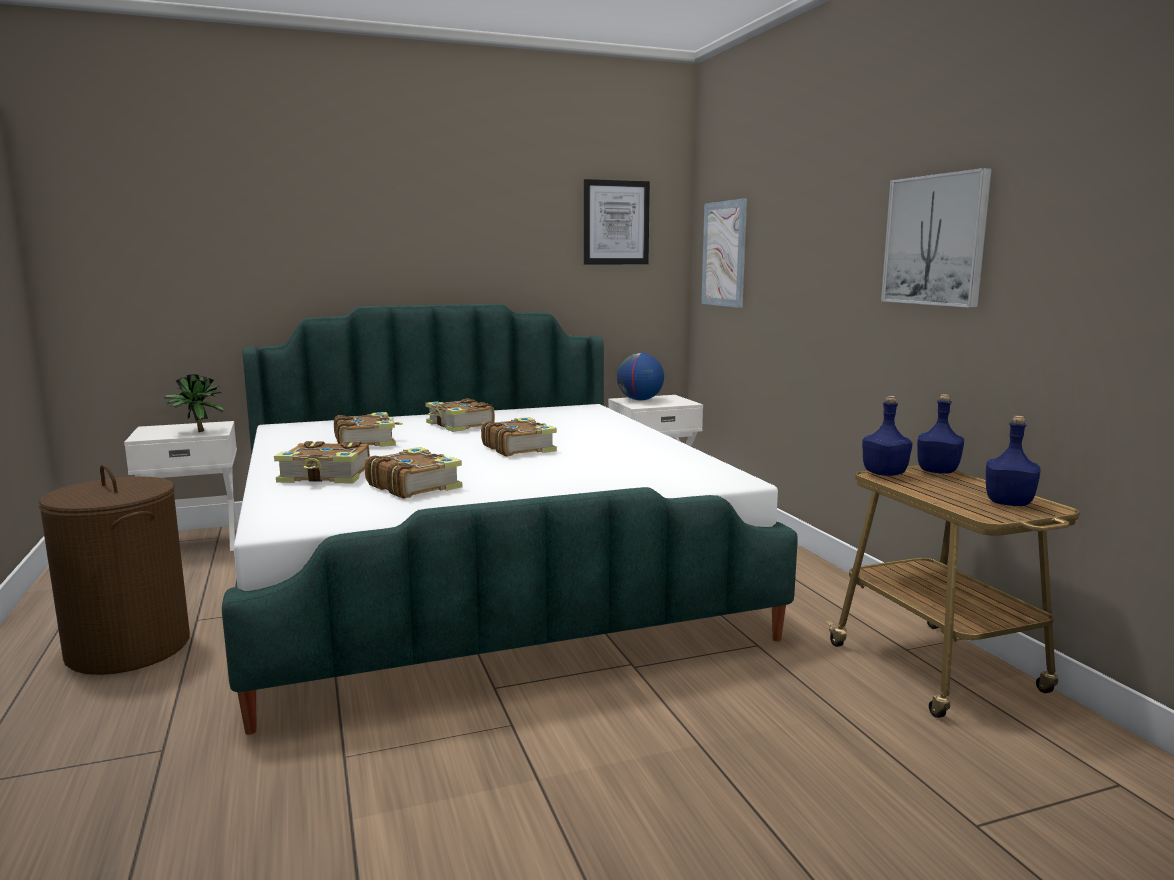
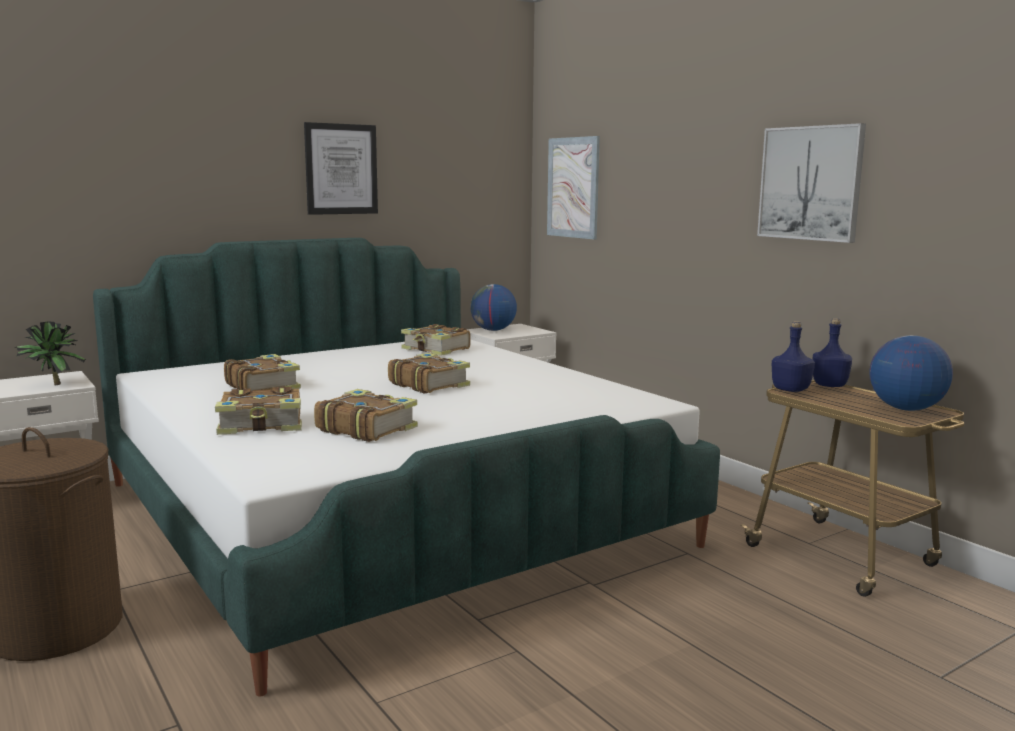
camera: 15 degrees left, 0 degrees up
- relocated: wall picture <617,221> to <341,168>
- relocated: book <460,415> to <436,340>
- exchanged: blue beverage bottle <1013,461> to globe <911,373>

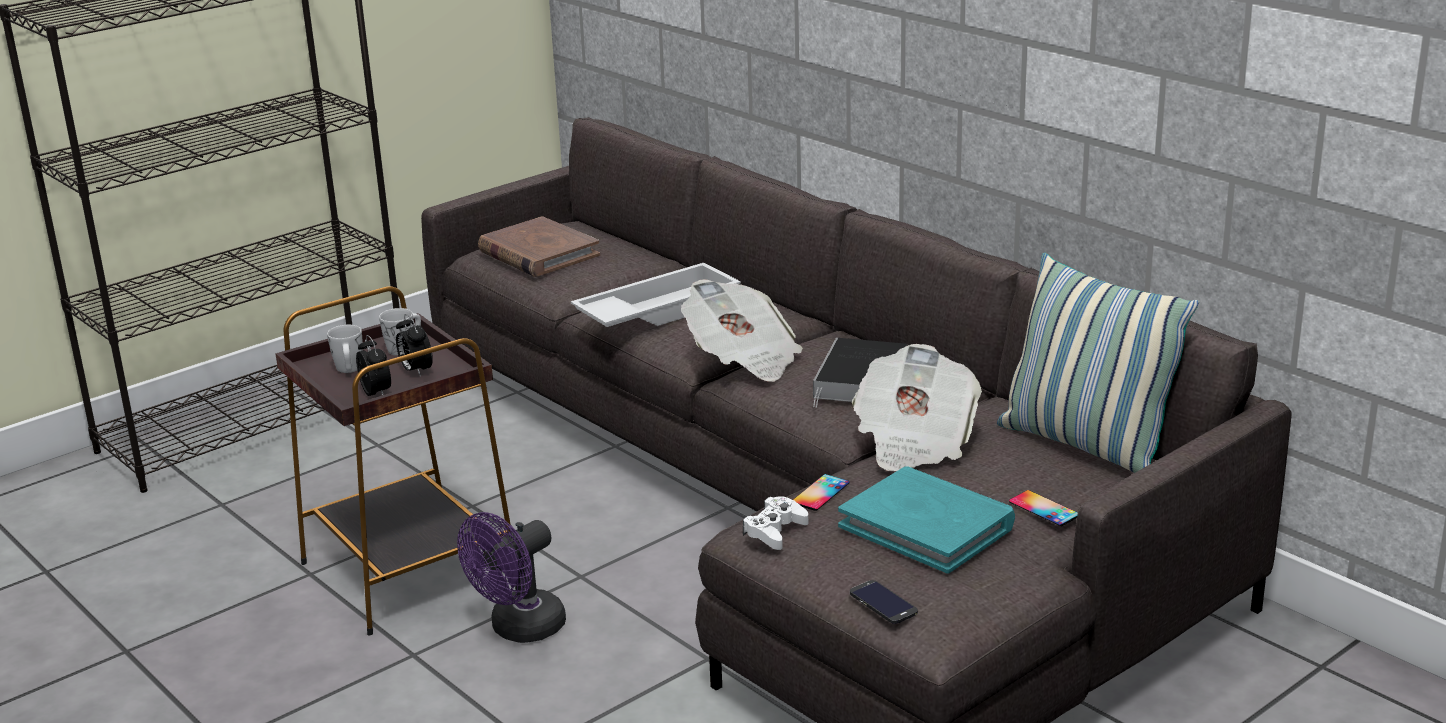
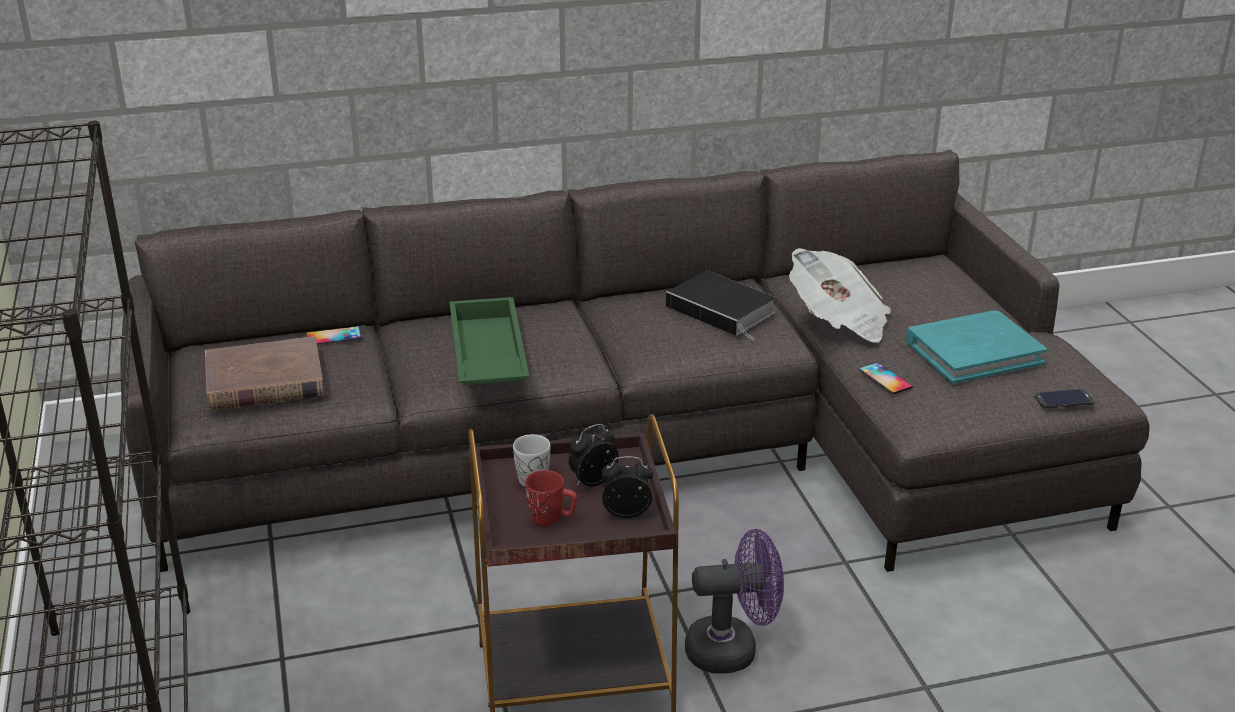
camera: 65 degrees left, 5 degrees up
- relocated: handset <1043,508> to <333,335>
- colour: whitish tray <656,295> to green-coloured tray <489,341>
- colour: whitish mug <345,349> to red-coloured mug <551,498>
- spun: bedside clock <414,345> = <594,455> 150 degrees clockwise
- spun: purple-coloured cooling fan <511,577> = <734,601> 75 degrees counterclockwise
- missing: printed paper <742,330>
- missing: whitish joypad <775,523>
- missing: pillow <1098,363>

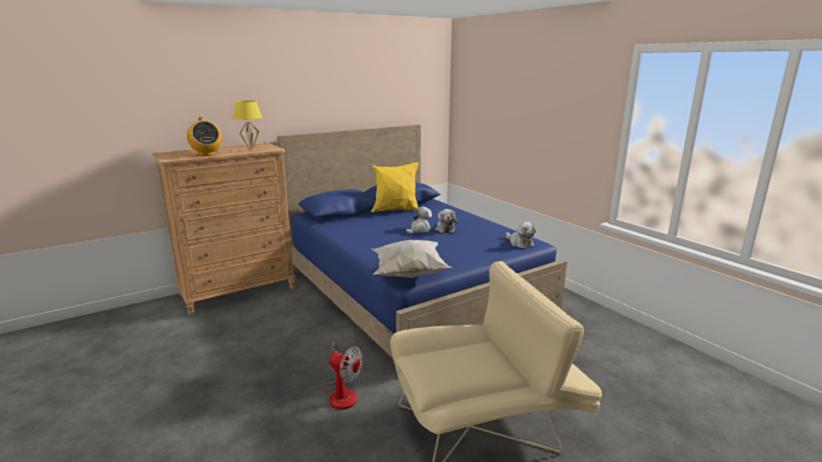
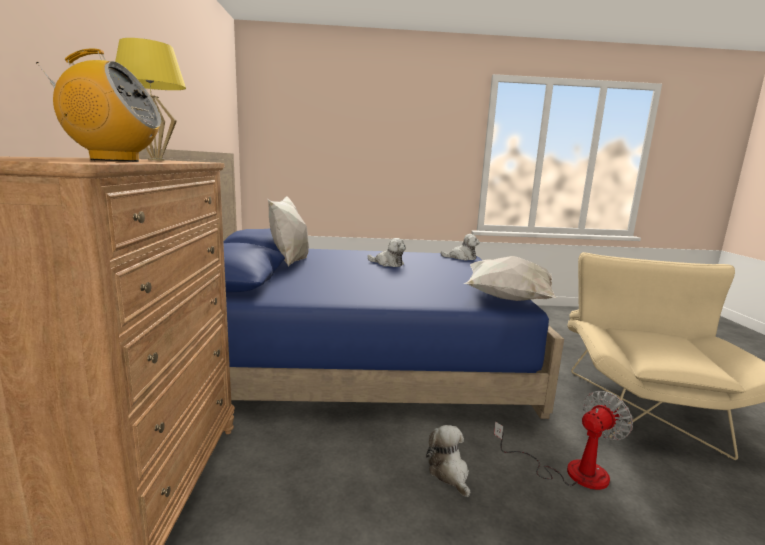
camera: 60 degrees left, 5 degrees down
- colour: yellow pillow <395,187> to whitish pillow <288,231>
- relocated: soft toy <419,220> to <448,461>

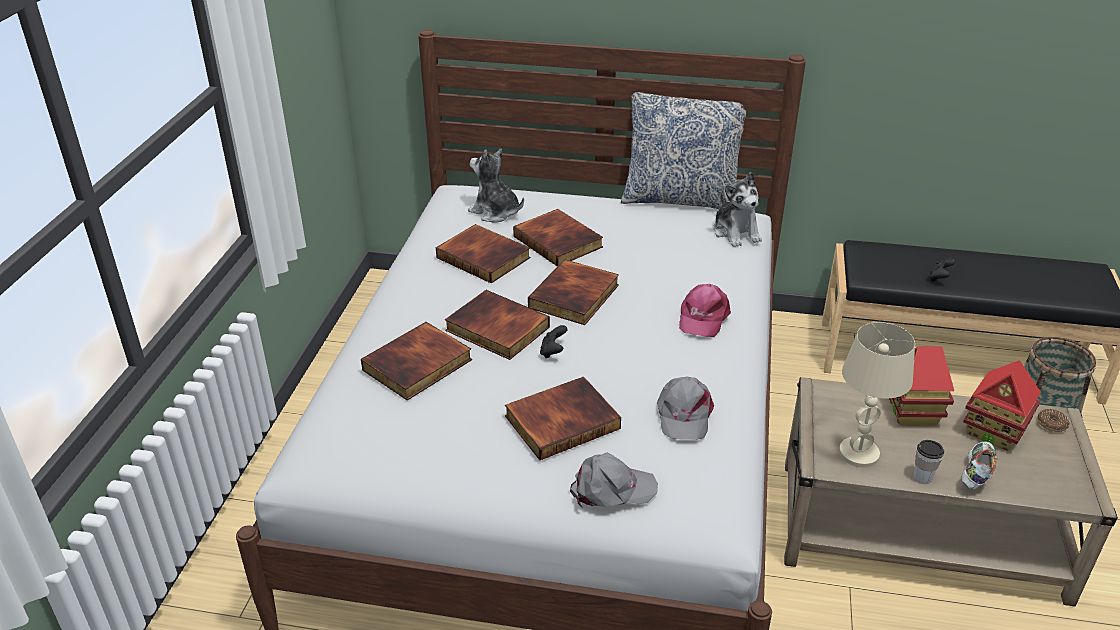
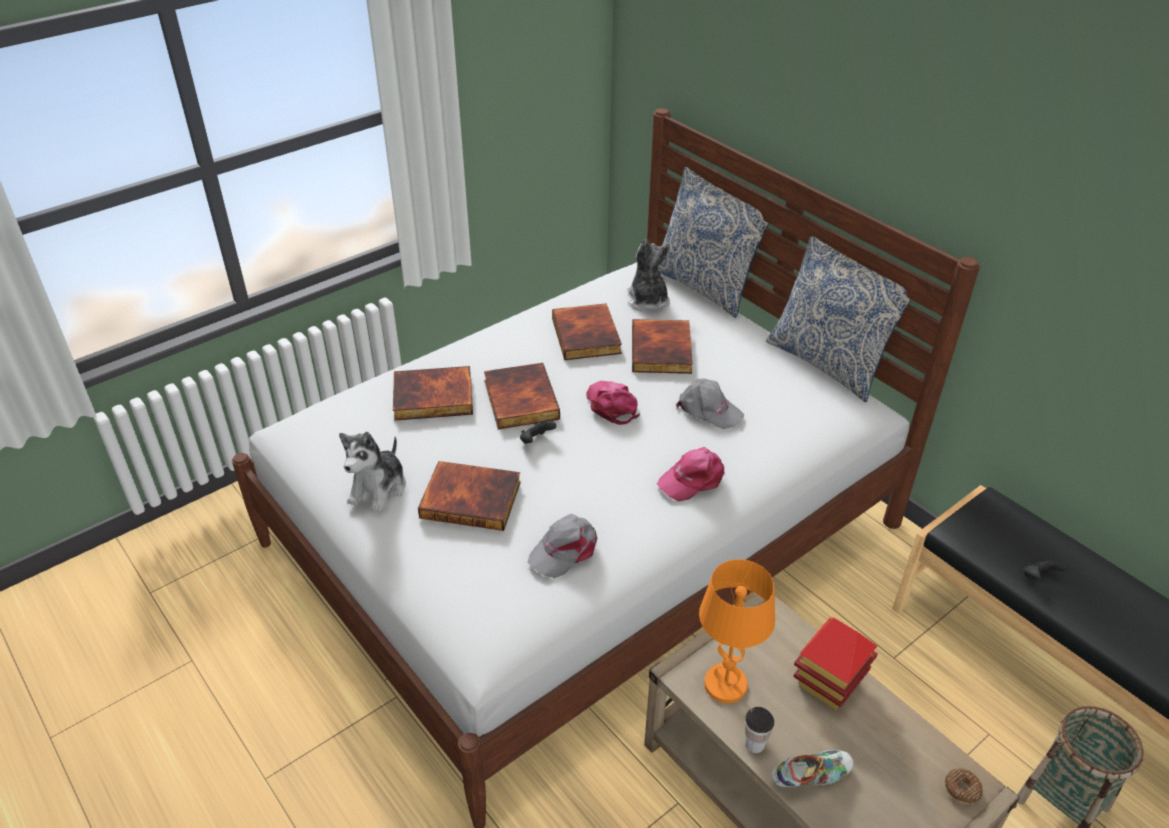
camera: 40 degrees right, 5 degrees up
- relocated: soft toy <737,209> to <372,472>
- exchanged: book <573,292> to pink-coloured cap <613,403>
- appeared: pillow <713,242>
- relocated: gray cap <614,480> to <710,403>
- colour: beige-coloured table lamp <877,395> to orange-coloured table lamp <737,631>
- missing: toy house <1002,405>

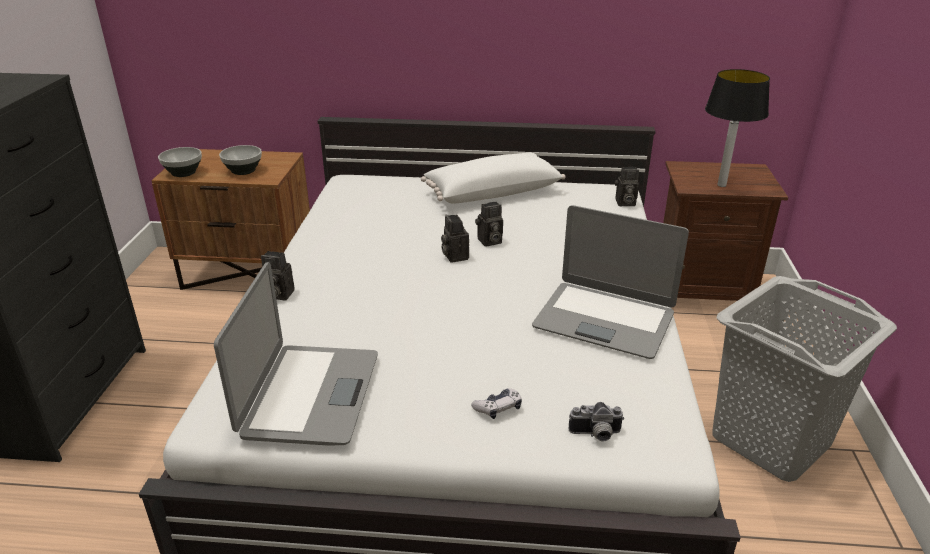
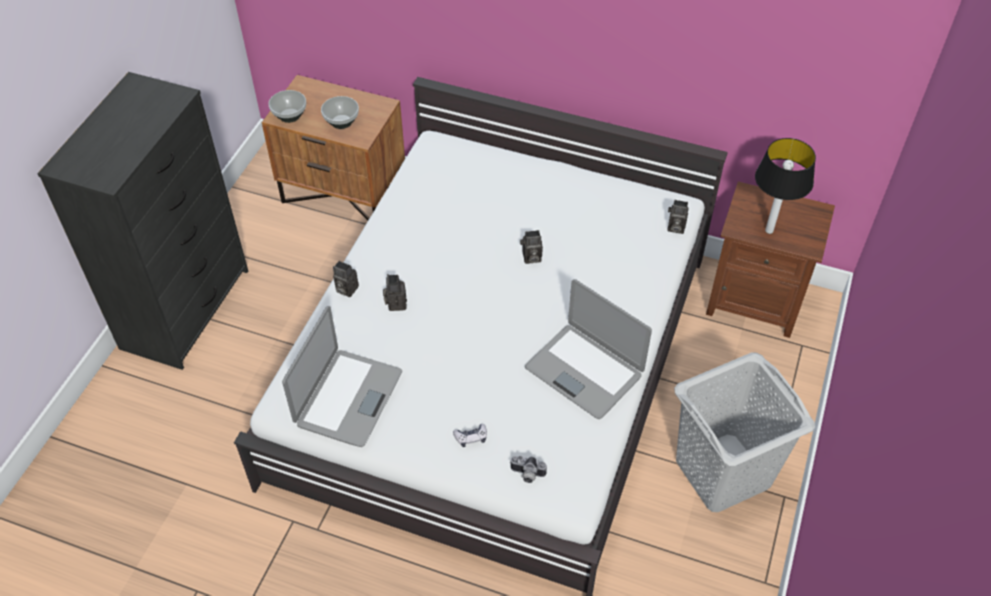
camera: 15 degrees right, 20 degrees up
- relocated: still camera <455,238> to <395,292>
- missing: whitish pillow <493,178>

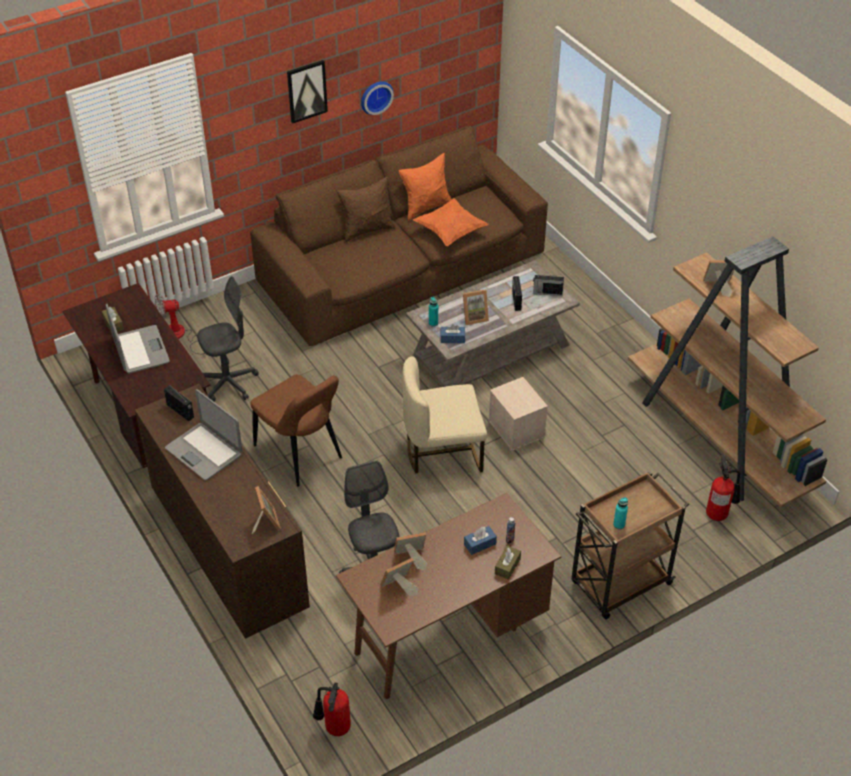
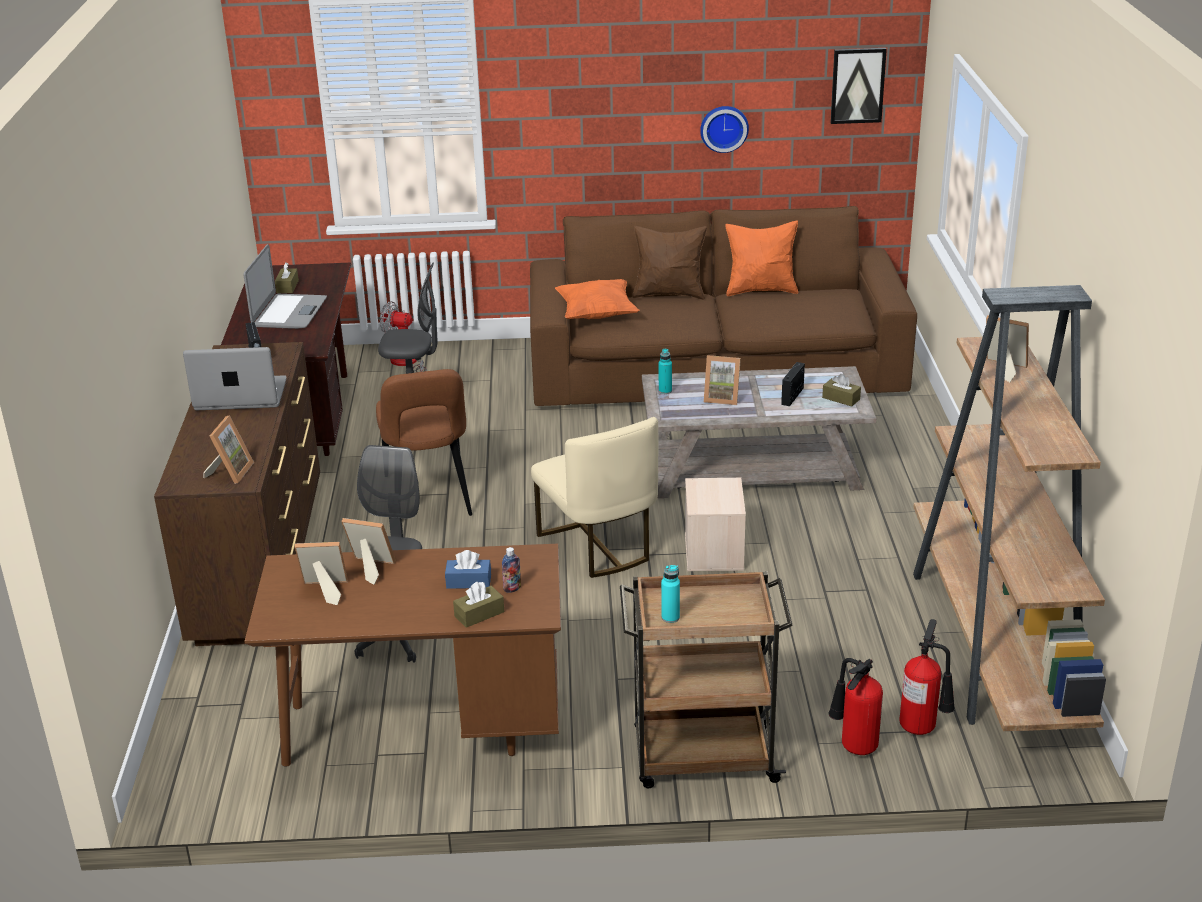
camera: 30 degrees right, 15 degrees down
- spun: notebook computer <204,434> = <235,378> 105 degrees clockwise
- spun: beige-coloured chair <445,414> = <594,497> 135 degrees counterclockwise
- relocated: orange-coloured pillow <451,222> to <597,299>
- exchanged: radio <548,285> to brown box of tissues <841,390>
- relocated: fire-fighting cylinder <332,709> to <855,706>
- relocated: wall picture <307,91> to <858,86>
- missing: blue box of tissues <452,333>

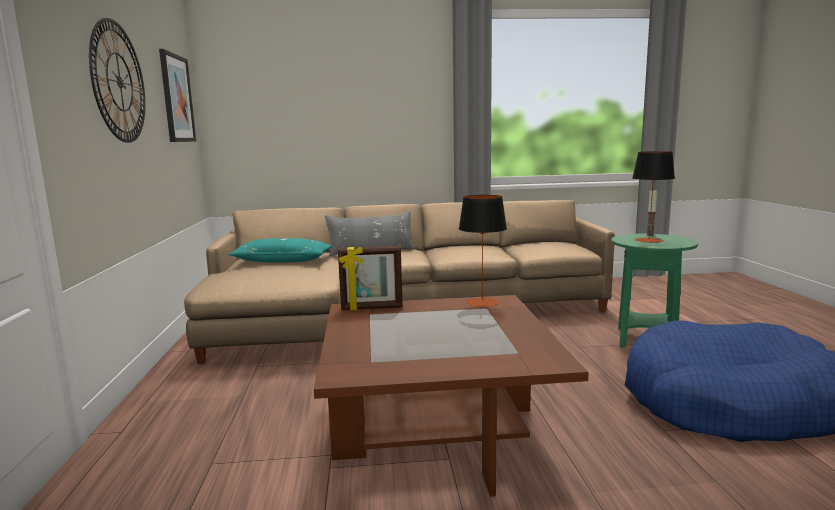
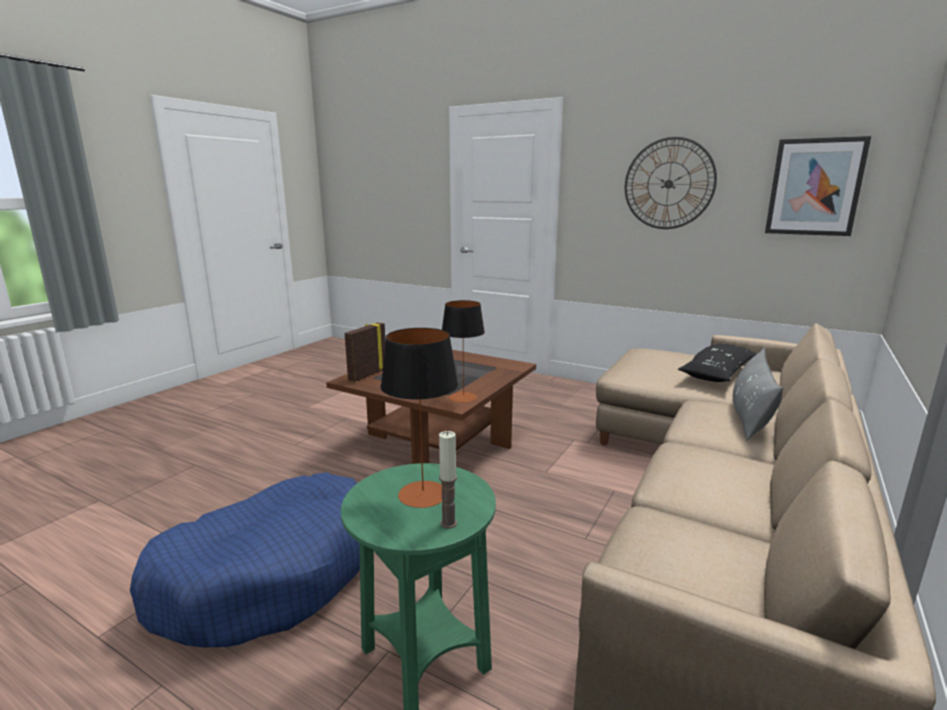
camera: 125 degrees right, 5 degrees up
- relocated: standing frame <370,278> to <365,352>
- colour: turquoise-coloured pillow <280,250> to black-coloured pillow <717,363>

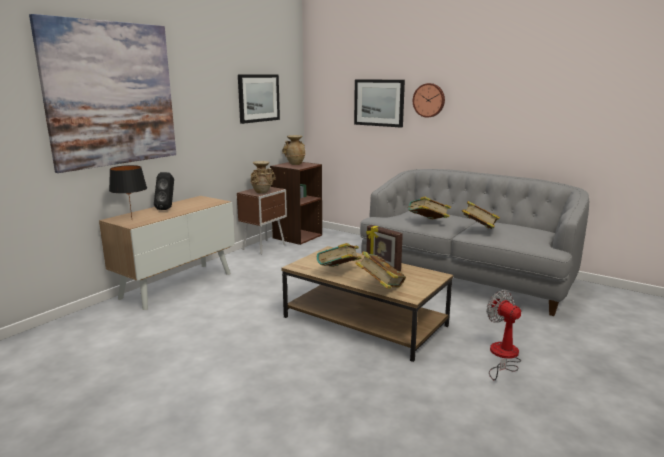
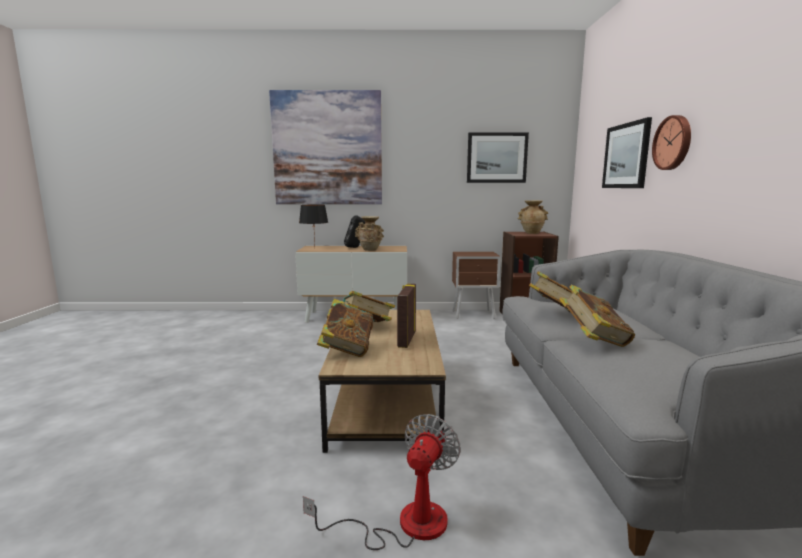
camera: 55 degrees right, 5 degrees down
- relocated: beige-coloured decorative vase <263,177> to <369,233>

